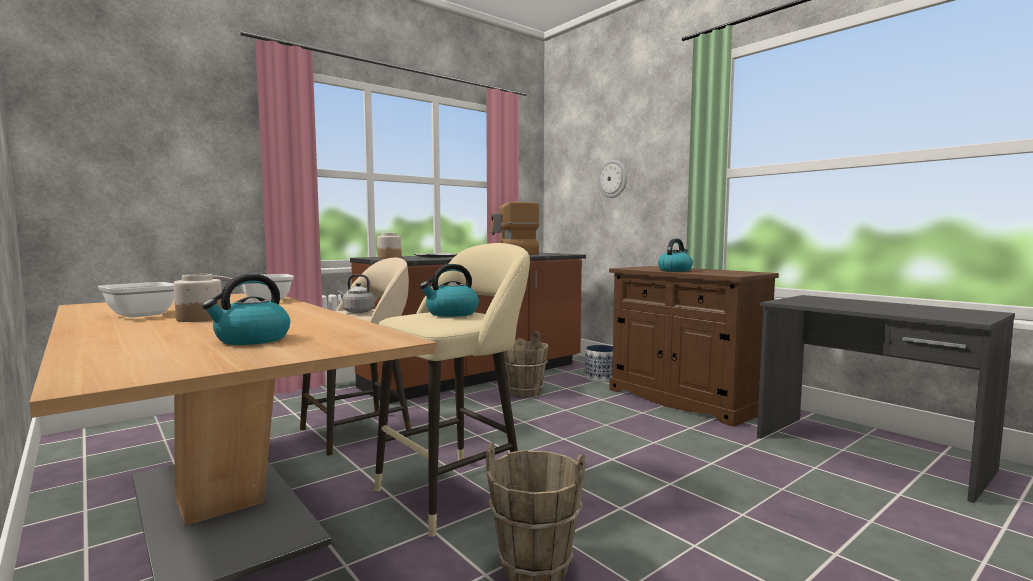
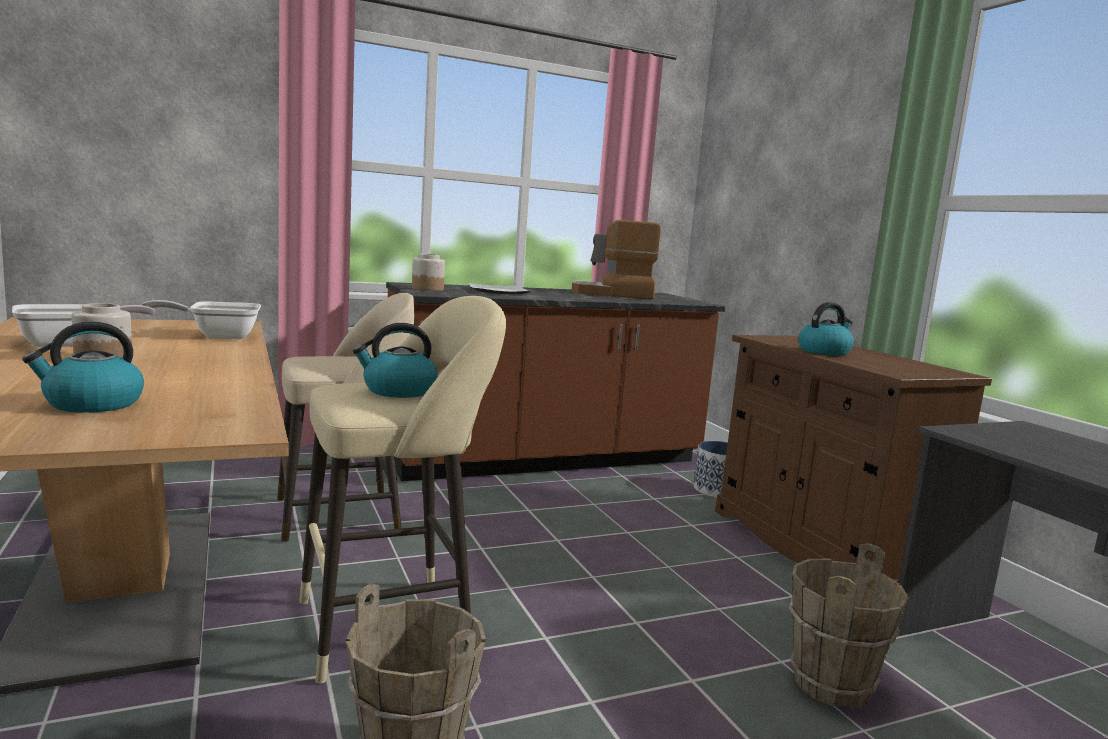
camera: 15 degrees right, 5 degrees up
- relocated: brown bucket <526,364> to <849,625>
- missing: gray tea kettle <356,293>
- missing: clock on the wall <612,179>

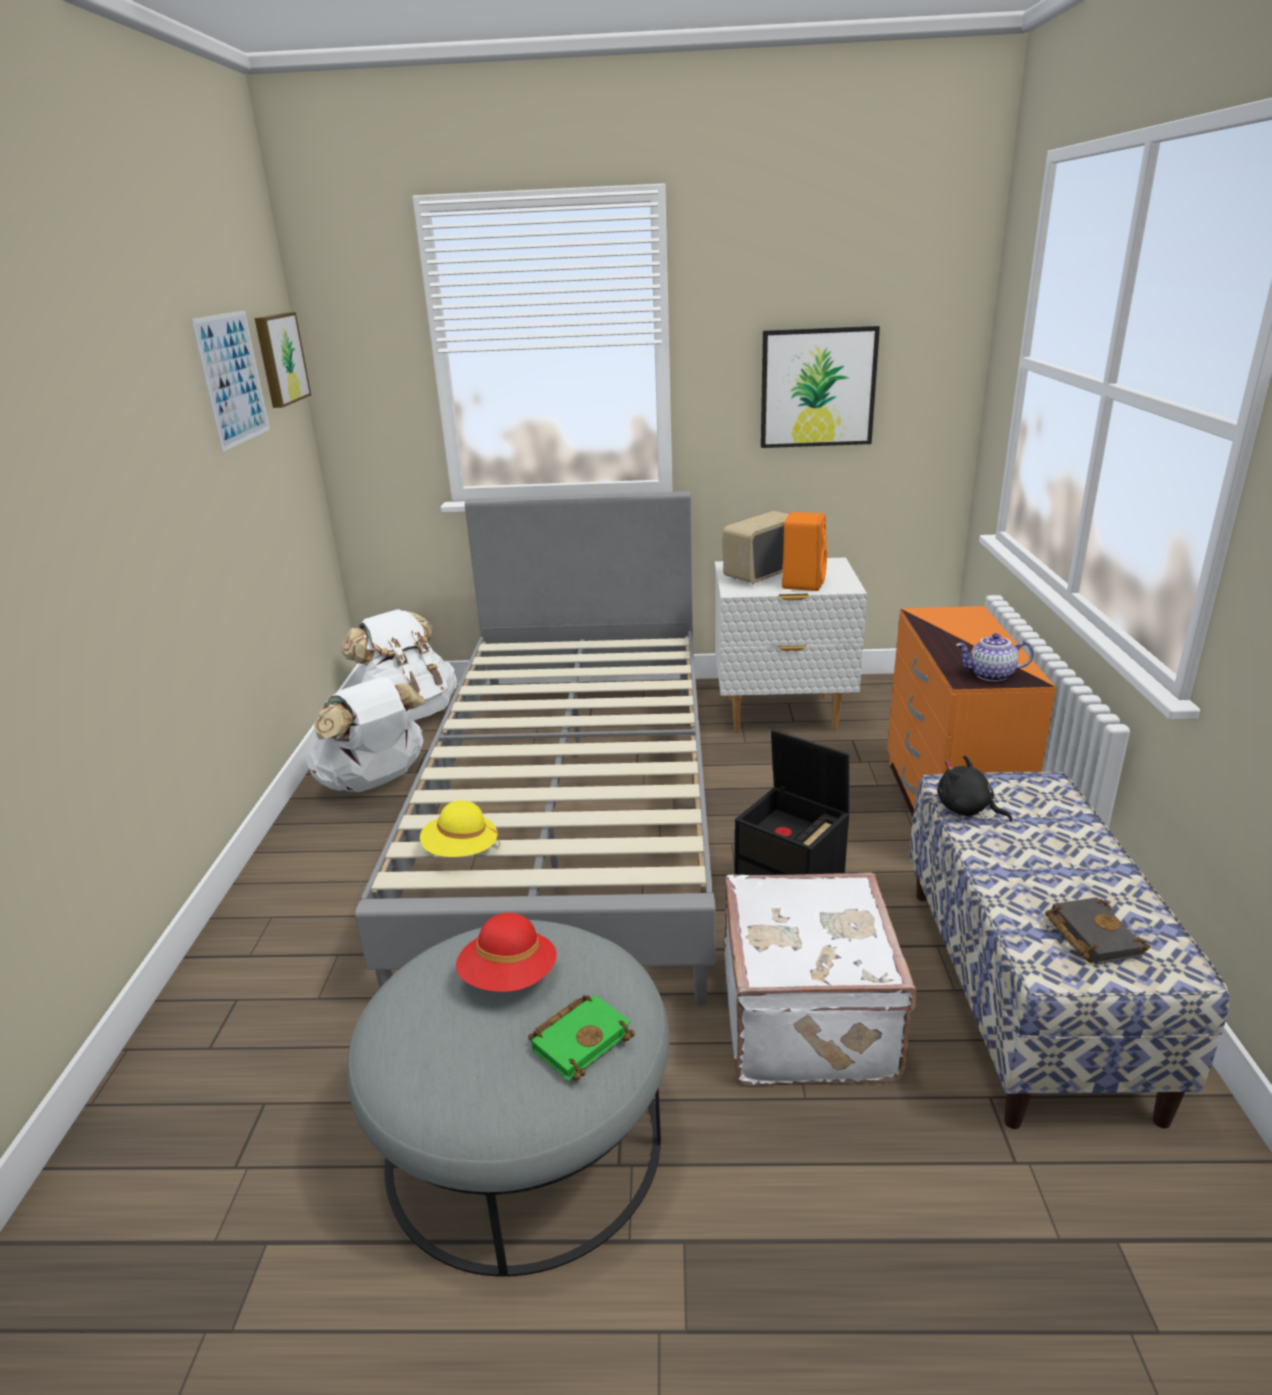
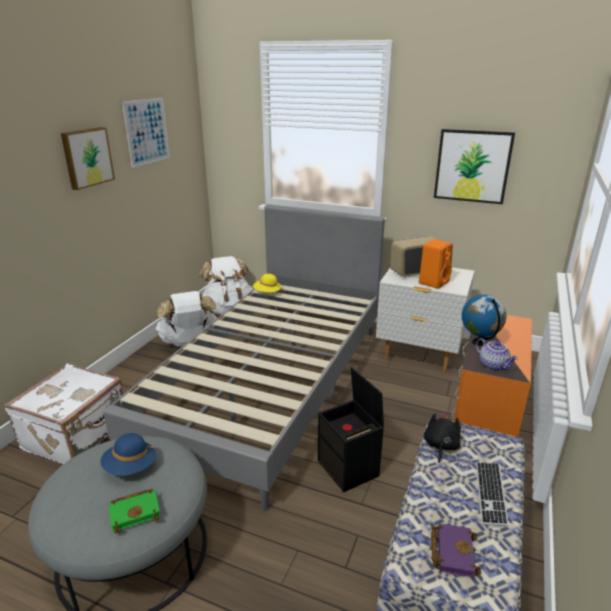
camera: 20 degrees right, 0 degrees up
- relocated: whitish travel case <820,978> to <63,414>
- relocated: wall picture <283,360> to <88,158>
- colour: red-coloured hat <506,952> to blue hat <128,454>
- relocated: yellow hat <460,829> to <267,284>
- spun: black-coloured soft toy <974,788> = <442,438> 45 degrees clockwise
- colour: black-coloured book <1097,930> to purple-coloured book <456,550>
- appeared: globe <484,320>
- spun: pot for tea <995,657> = <496,354> 150 degrees counterclockwise
- appeared: computer keyboard <492,495>

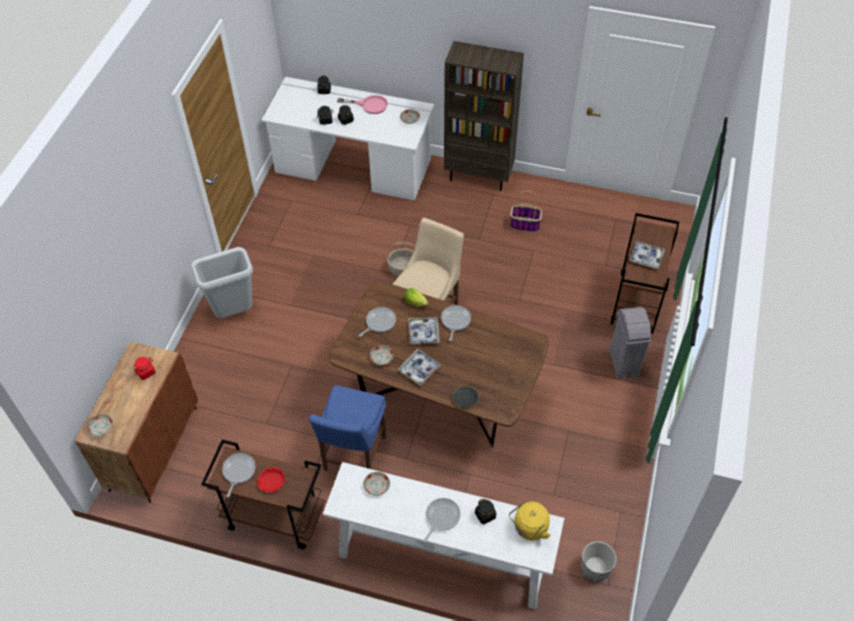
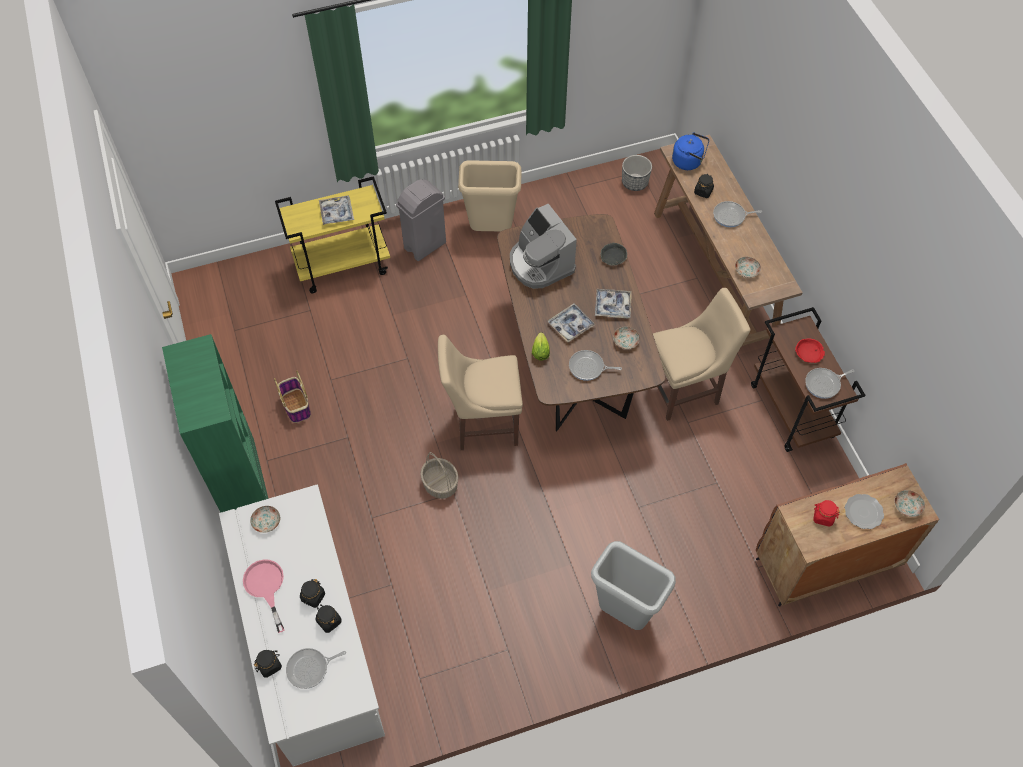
camera: 125 degrees left, 5 degrees up
- colour: brown bookcase <484,116> to green-coloured bookcase <215,423>
- colour: brown cart <645,273> to yellow cart <332,234>
- relocated: skillet <456,323> to <316,668>
- appeared: beige-coloured trash can <489,195>
- appeared: coffee maker <543,246>
- colour: blue chair <347,428> to beige-coloured chair <701,354>
- colour: whitish hall table <443,535> to brown hall table <728,240>
- colour: yellow tea kettle <529,521> to blue tea kettle <690,151>
- appeared: flat dish <864,511>

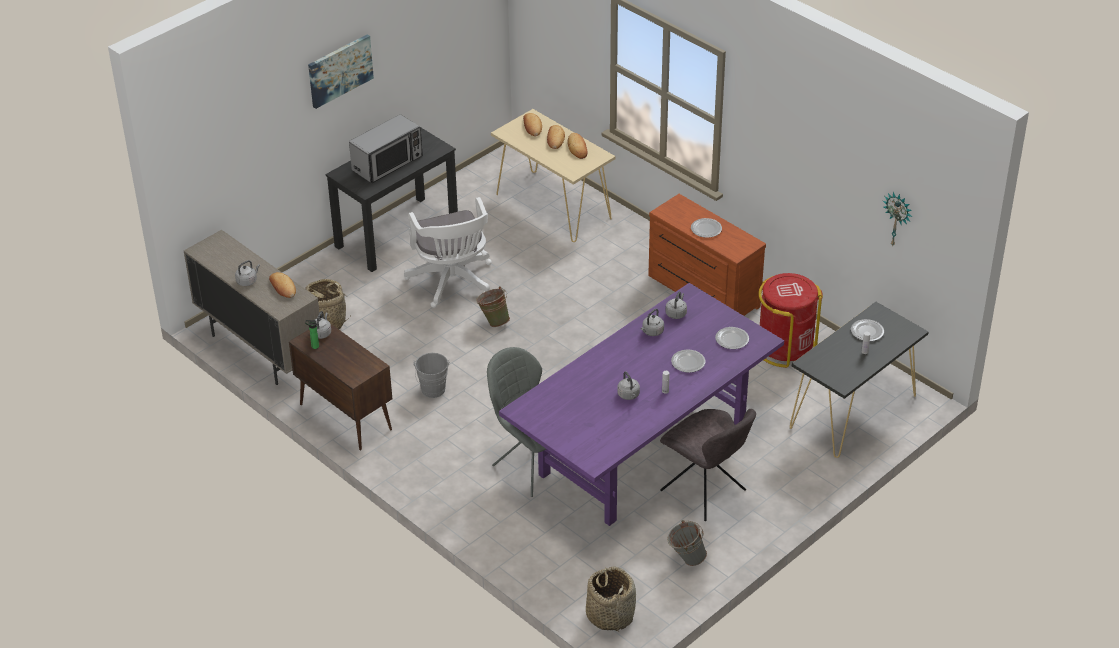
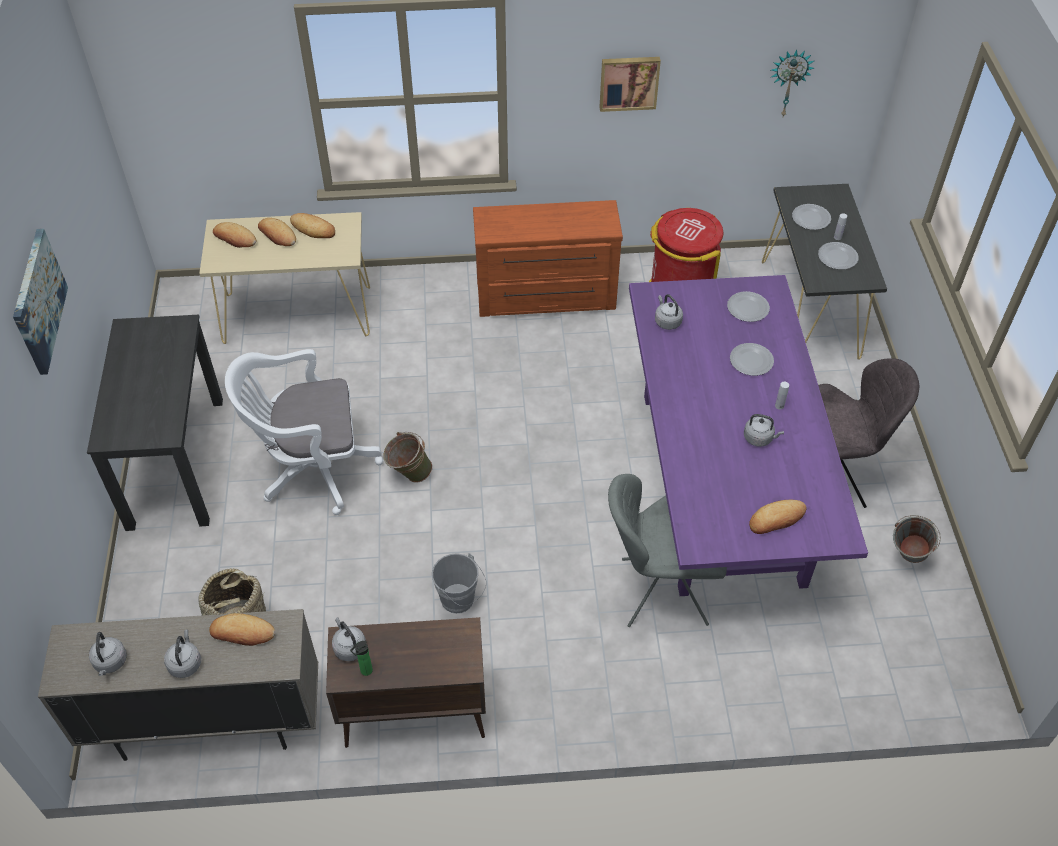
camera: 50 degrees left, 10 degrees up
- relocated: gray tea kettle <652,322> to <108,654>
- spun: whitish computer chair <448,252> = <304,432> 150 degrees clockwise
- appeared: wall picture <630,84>
- appeared: bakery bread <778,517>
- relocated: flat dish <706,228> to <838,256>
- missing: kitchen microwave <386,148>
- missing: household basket <611,599>

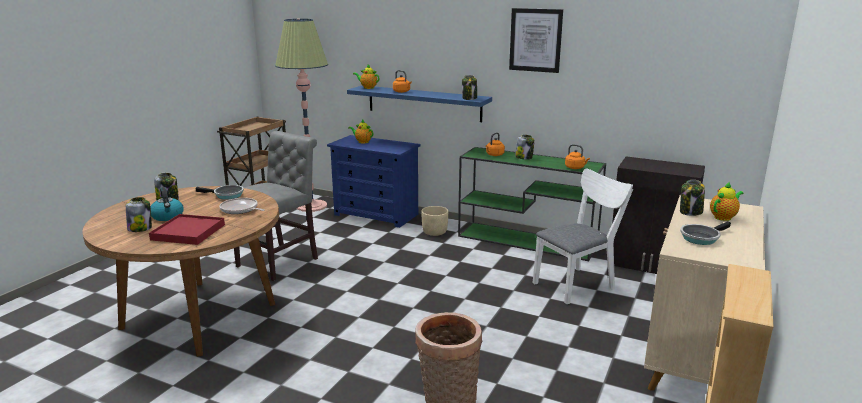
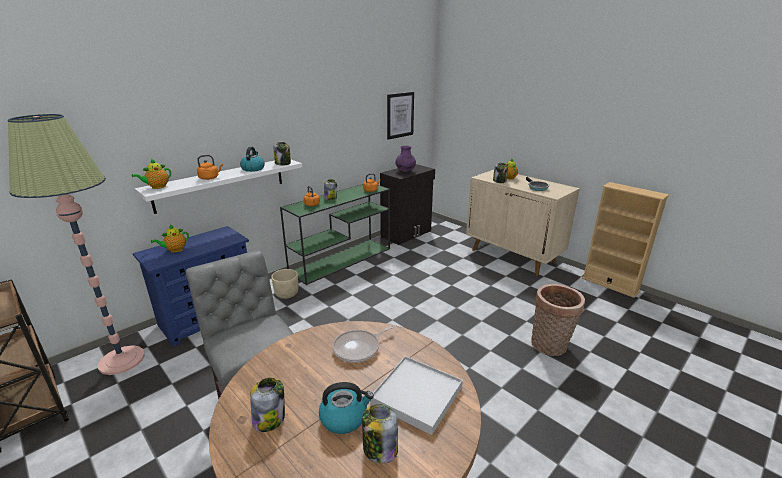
camera: 70 degrees left, 5 degrees up
- colour: blue wall shelf <419,104> to whitish wall shelf <218,187>
- appeared: tea kettle <252,159>
- colour: red-coloured tray <187,229> to whitish tray <416,395>
- relocated: wall picture <536,40> to <400,116>
- appeared: purple-coloured decorative vase <405,159>
- missing: skillet <219,192>
- missing: whitish chair <583,236>

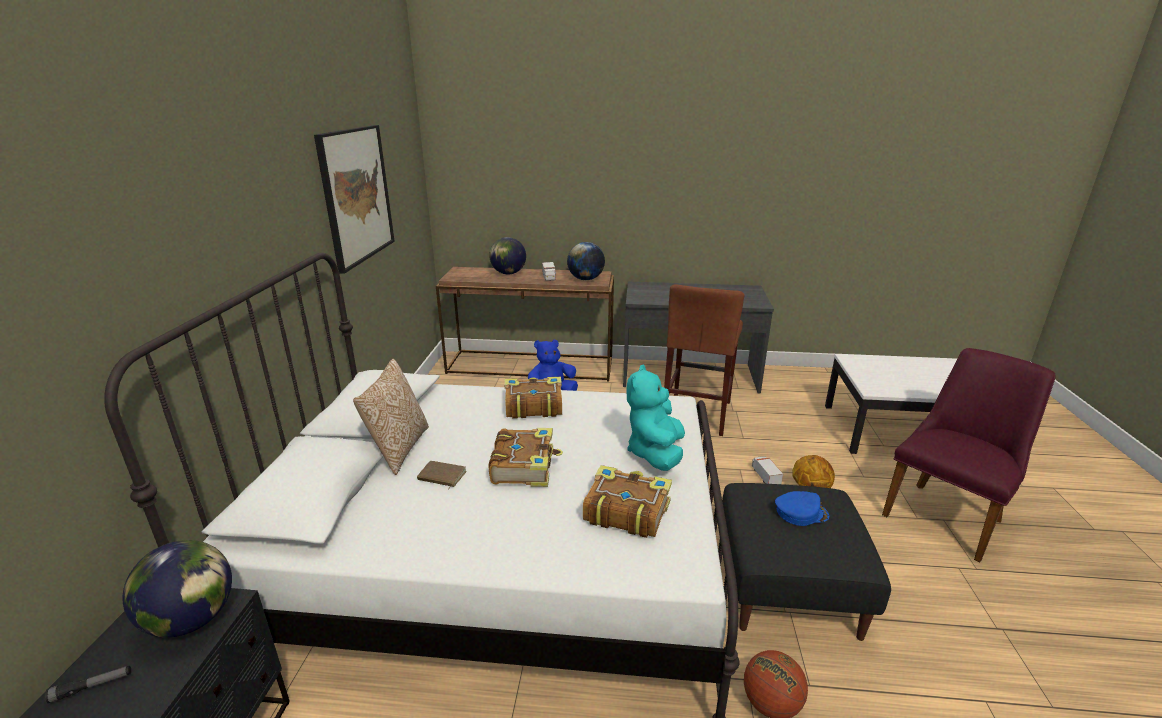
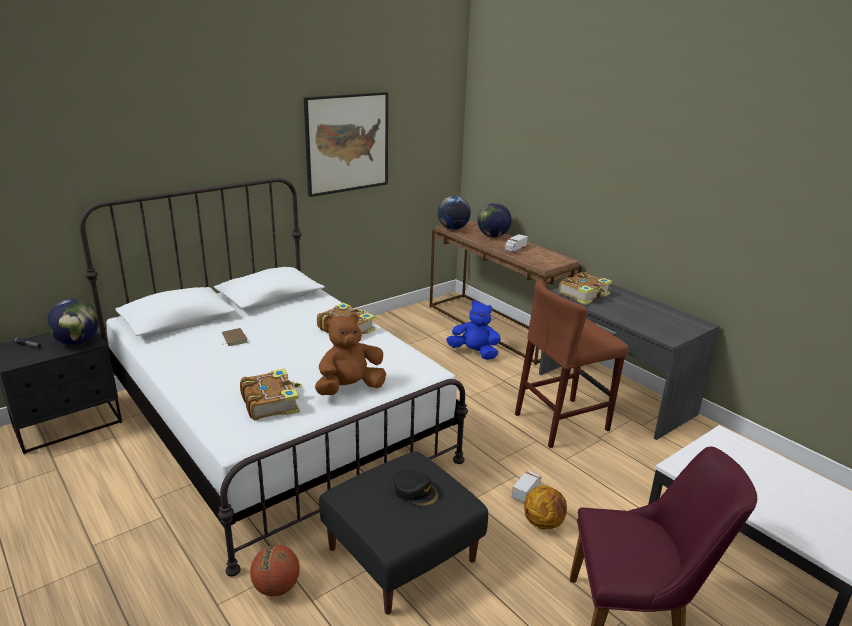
camera: 45 degrees right, 0 degrees up
- colour: turquoise-coloured soft toy <656,417> to brown soft toy <350,354>
- colour: blue cap <802,508> to black-coloured cap <416,488>
- relocated: globe <586,261> to <454,213>
- relocated: book <526,457> to <585,288>
- missing: pillow <391,417>

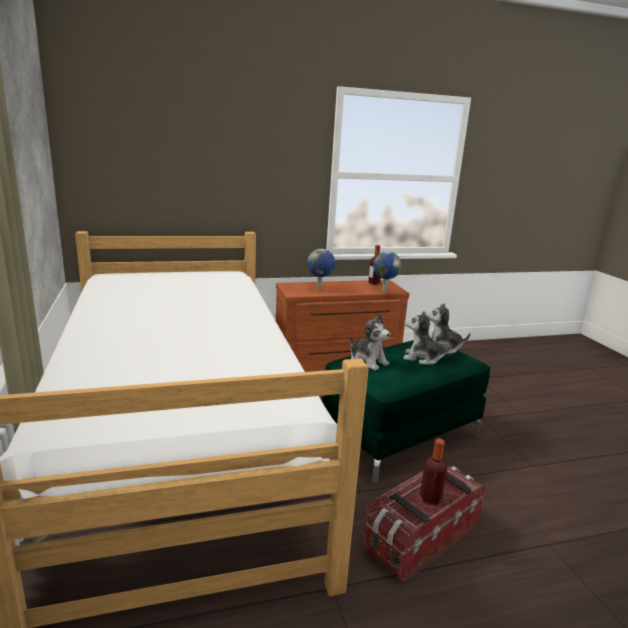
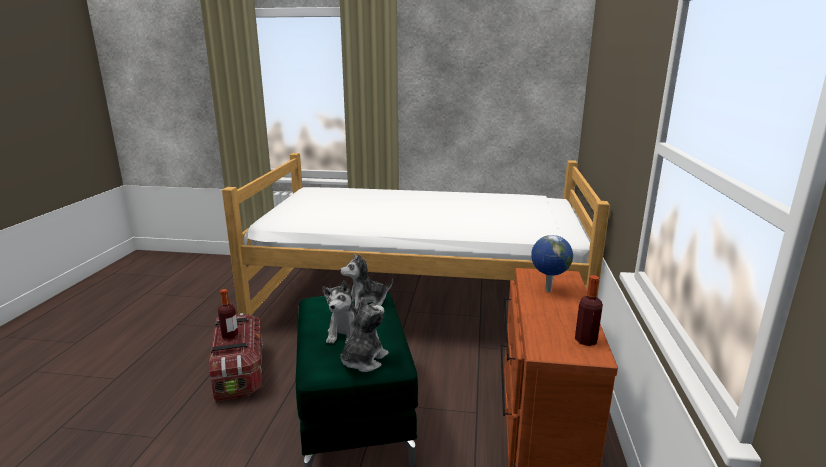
camera: 115 degrees right, 0 degrees up
- spun: soft toy <428,338> = <340,312> 150 degrees clockwise
- missing: globe <387,271>

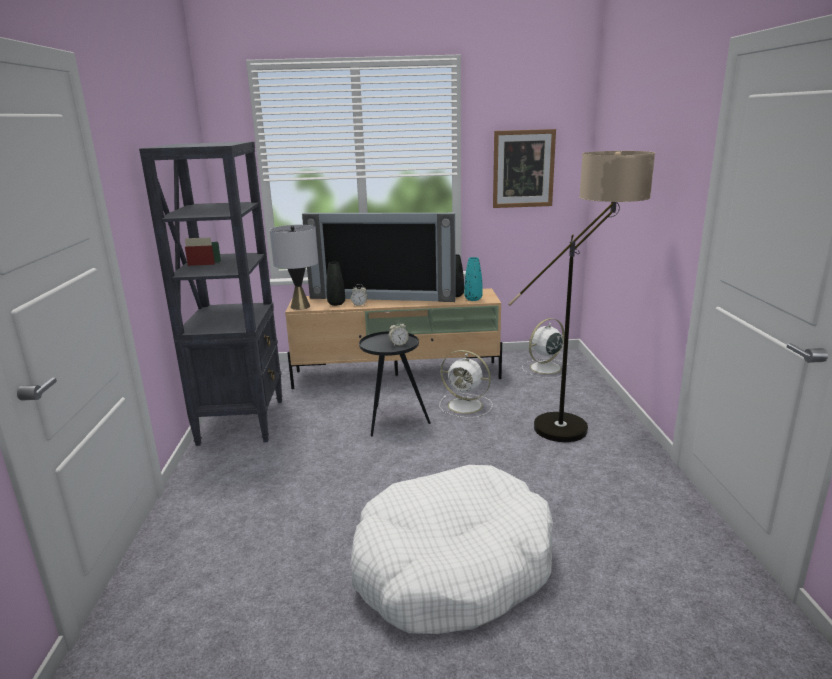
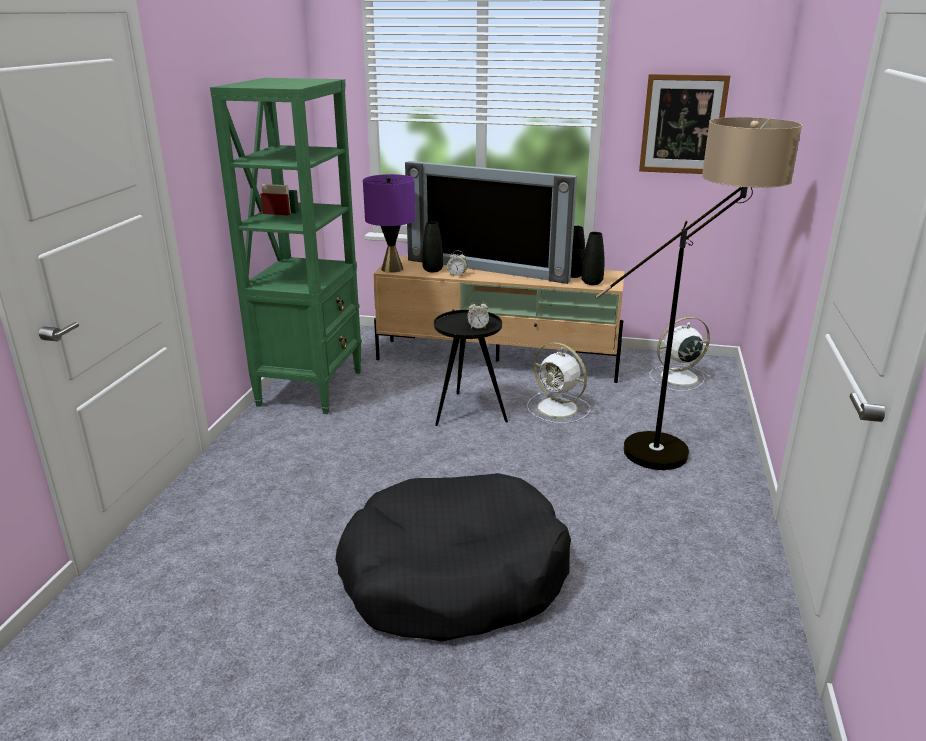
camera: 15 degrees right, 5 degrees up
- colour: black-coloured bookcase <211,293> to green-coloured bookcase <286,246>
- colour: whitish pet bed <452,549> to black-coloured pet bed <453,557>
- colour: gray table lamp <294,267> to purple-coloured table lamp <389,223>
- colour: turquoise-coloured decorative vase <473,279> to black-coloured decorative vase <592,258>

